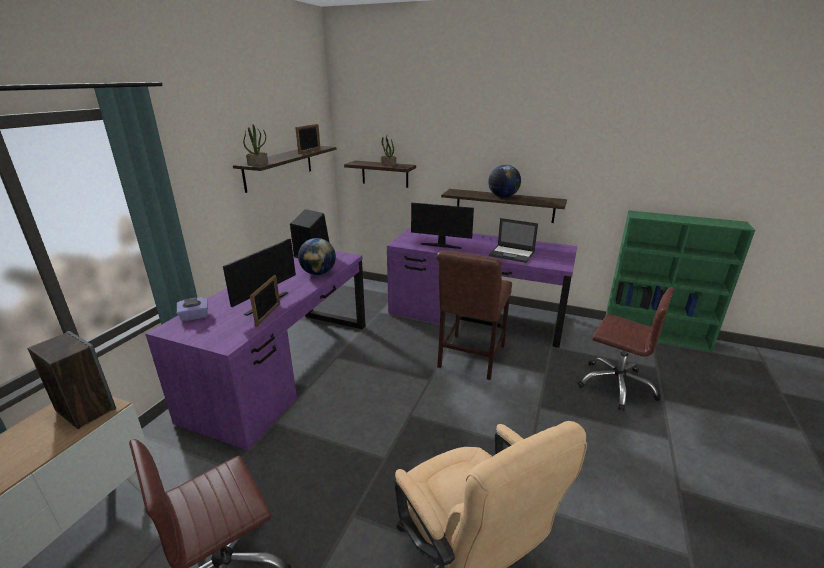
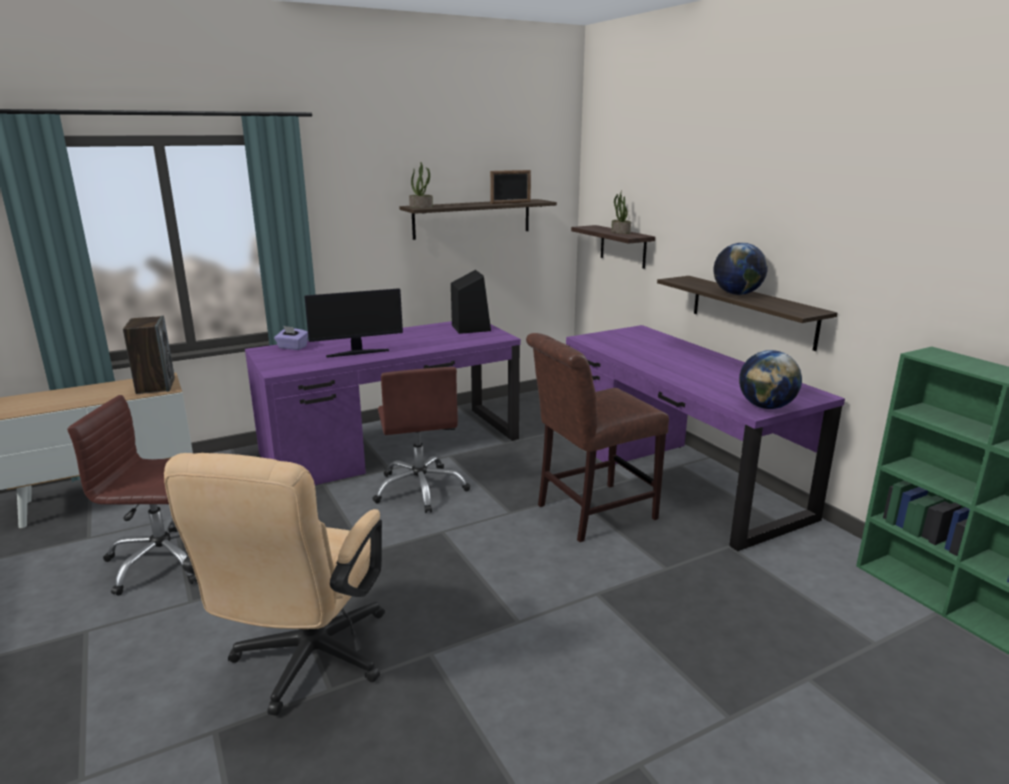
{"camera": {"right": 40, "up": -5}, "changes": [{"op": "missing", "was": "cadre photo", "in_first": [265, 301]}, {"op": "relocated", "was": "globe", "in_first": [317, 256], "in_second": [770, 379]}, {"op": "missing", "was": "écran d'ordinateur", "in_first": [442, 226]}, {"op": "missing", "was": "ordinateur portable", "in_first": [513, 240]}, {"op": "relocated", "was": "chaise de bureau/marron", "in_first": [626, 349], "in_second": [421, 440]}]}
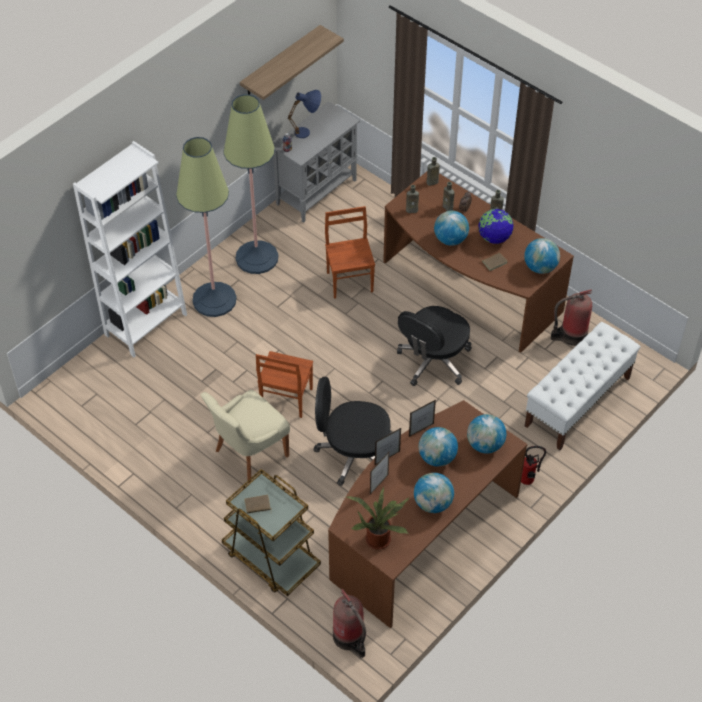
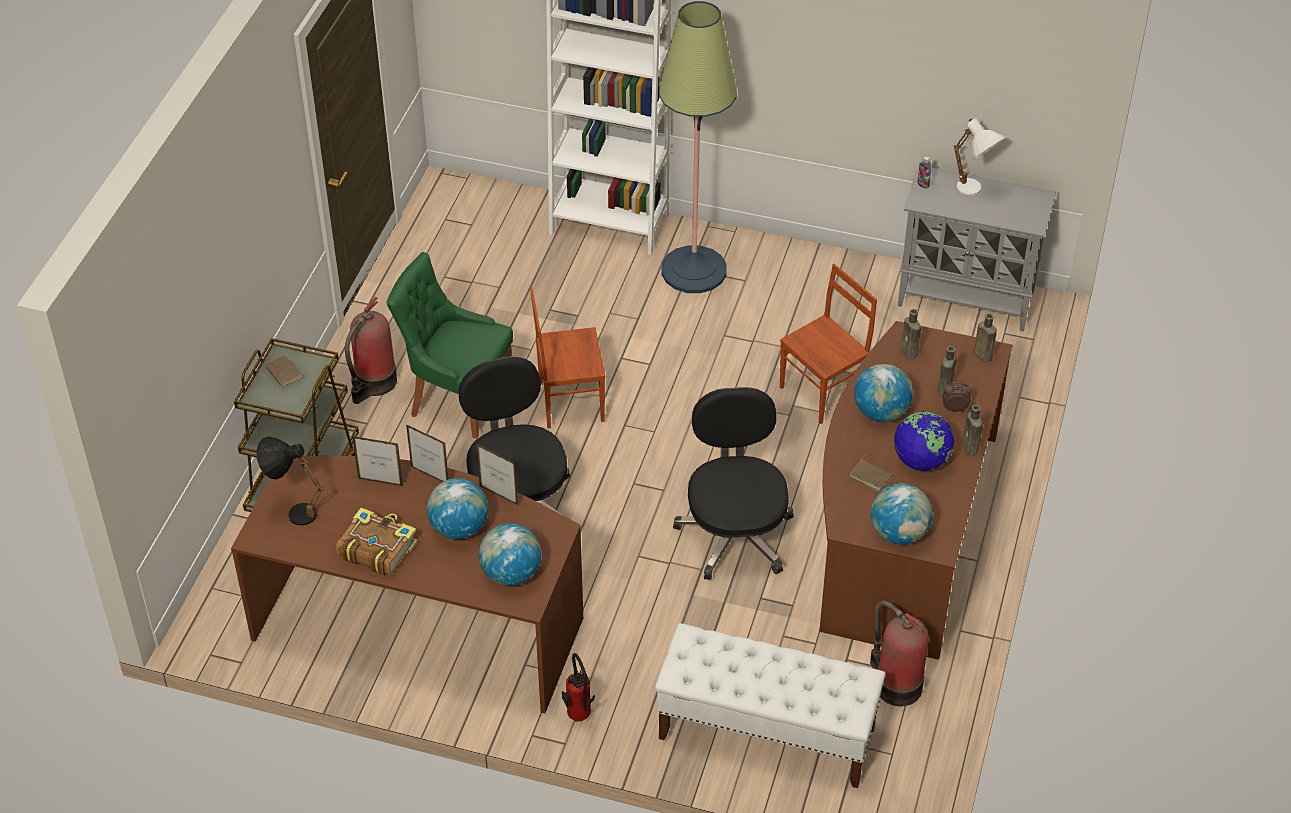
{"camera": {"right": 65, "up": -5}, "changes": [{"op": "colour", "was": "chaise/beige", "now": "chaise/vert", "in_first": [245, 436], "in_second": [450, 345]}, {"op": "missing", "was": "lampadaire", "in_first": [250, 184]}, {"op": "missing", "was": "étagère", "in_first": [292, 62]}, {"op": "colour", "was": "lampe de table/bleu", "now": "lampe de table/blanc", "in_first": [304, 114], "in_second": [979, 156]}, {"op": "relocated", "was": "extincteur", "in_first": [349, 623], "in_second": [371, 350]}, {"op": "exchanged", "was": "plante en pot", "now": "lampe de table/noir", "in_first": [378, 518], "in_second": [290, 481]}, {"op": "spun", "was": "chaise de bureau/noir", "in_first": [434, 346], "in_second": [733, 483], "clockwise": 75}, {"op": "exchanged", "was": "globe", "now": "livre", "in_first": [434, 493], "in_second": [377, 542]}]}
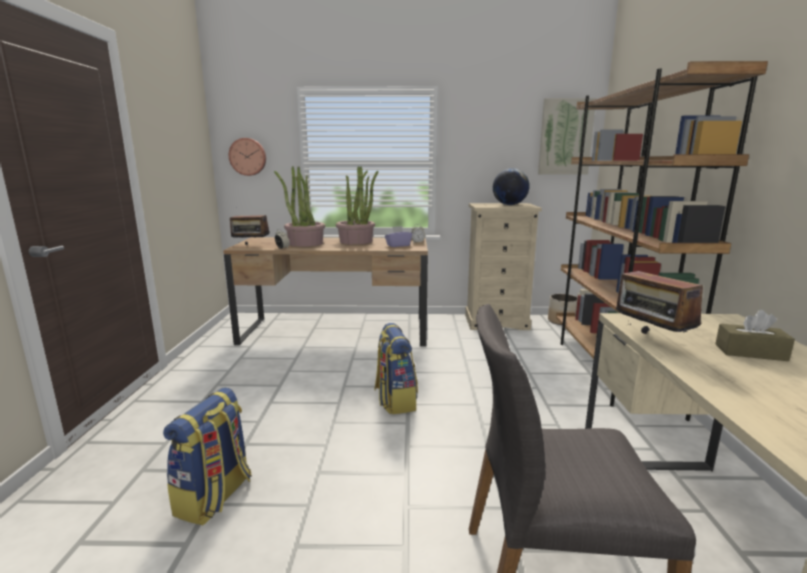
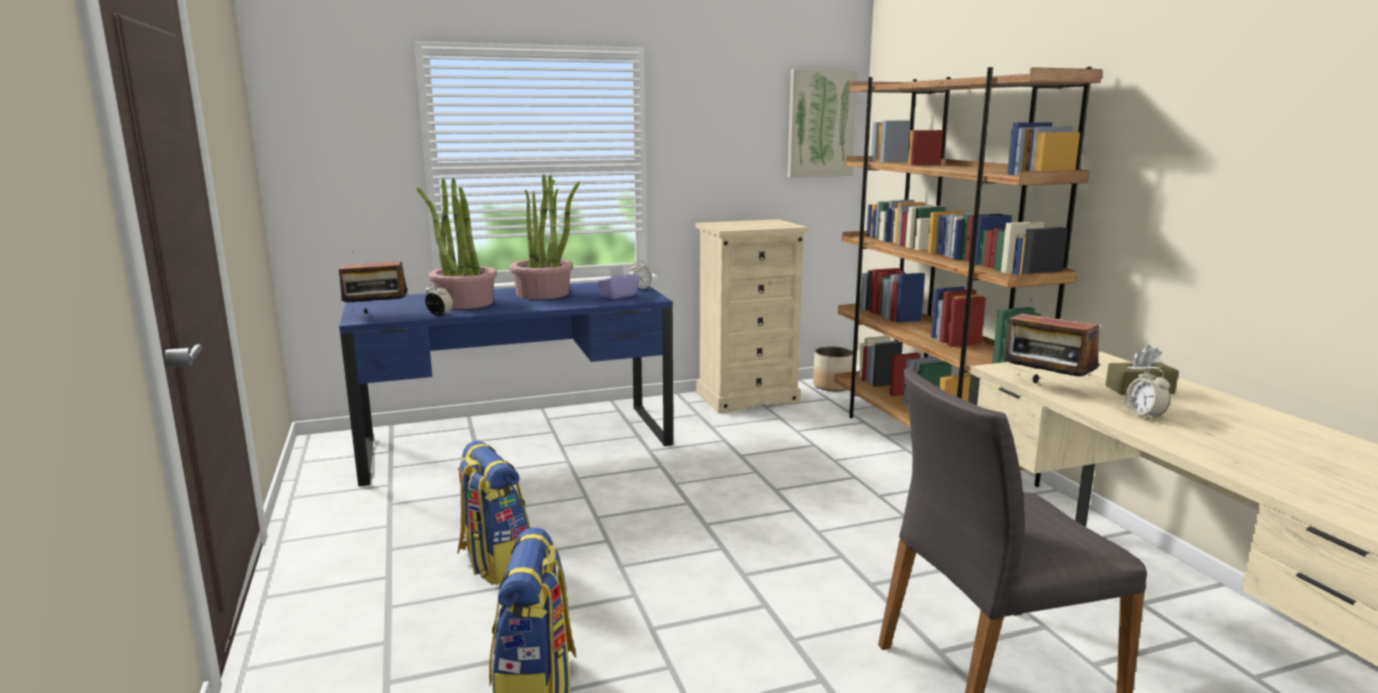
{"camera": {"right": -20, "up": 0}, "changes": [{"op": "colour", "was": "bureau/marron", "now": "bureau/bleu", "in_first": [325, 292], "in_second": [506, 384]}, {"op": "missing", "was": "horloge murale", "in_first": [247, 157]}, {"op": "relocated", "was": "sac à dos", "in_first": [396, 368], "in_second": [493, 513]}, {"op": "missing", "was": "globe", "in_first": [511, 186]}, {"op": "appeared", "now": "réveil", "in_second": [1148, 393]}]}
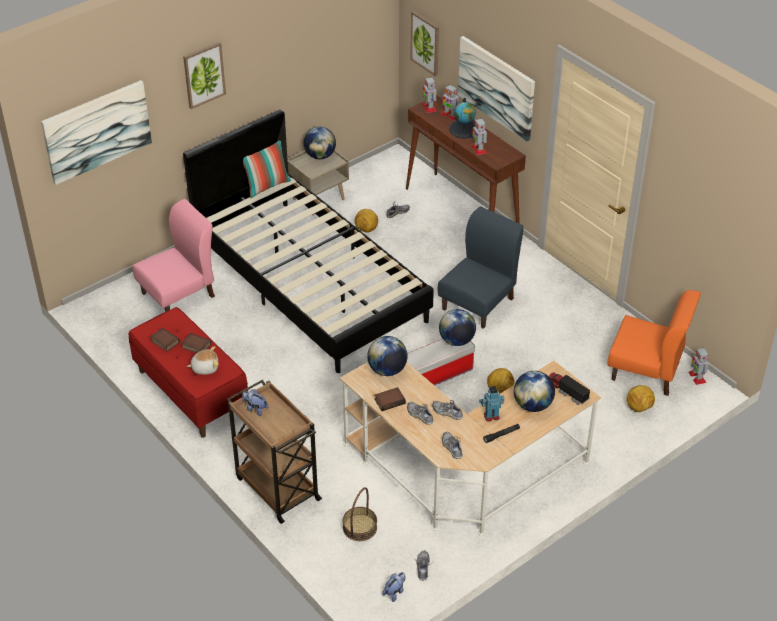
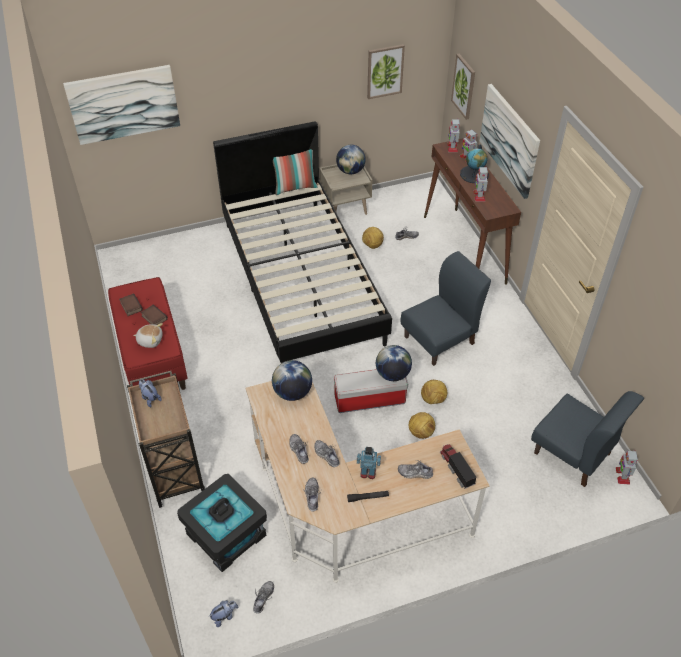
{"camera": {"right": 20, "up": 5}, "changes": [{"op": "missing", "was": "chaise/rose", "in_first": [173, 255]}, {"op": "relocated", "was": "tableau", "in_first": [204, 75], "in_second": [386, 71]}, {"op": "exchanged", "was": "panier", "now": "boîte de rangement/noir", "in_first": [360, 514], "in_second": [222, 523]}, {"op": "missing", "was": "livre", "in_first": [390, 399]}, {"op": "exchanged", "was": "globe", "now": "chaussure", "in_first": [534, 391], "in_second": [415, 469]}, {"op": "colour", "was": "chaise/orange", "now": "chaise/bleu", "in_first": [654, 343], "in_second": [587, 439]}, {"op": "relocated", "was": "ballon de foot", "in_first": [640, 398], "in_second": [434, 392]}]}
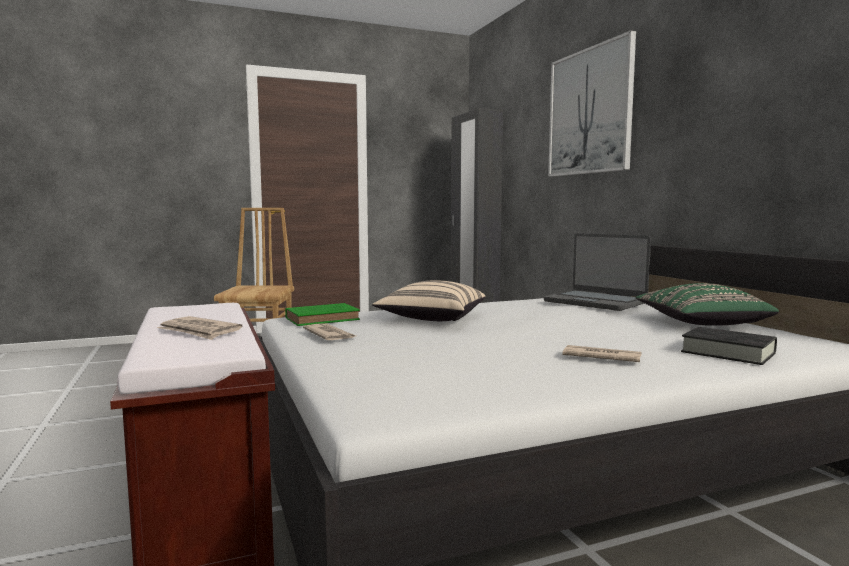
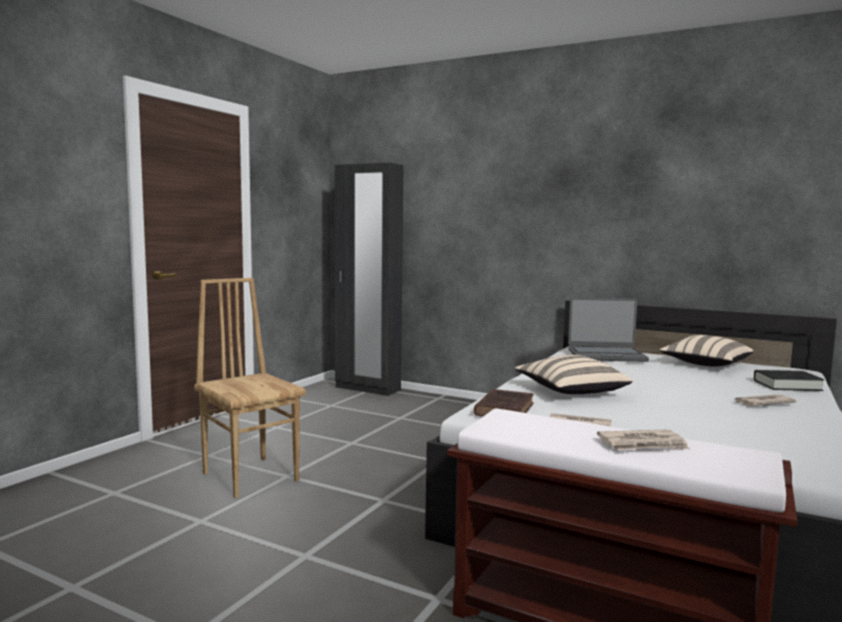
{"camera": {"right": -40, "up": 0}, "changes": [{"op": "colour", "was": "livre/vert", "now": "livre/marron", "in_first": [322, 314], "in_second": [504, 403]}, {"op": "missing", "was": "tableau", "in_first": [592, 103]}, {"op": "colour", "was": "coussin/vert", "now": "coussin/beige", "in_first": [707, 304], "in_second": [706, 350]}]}
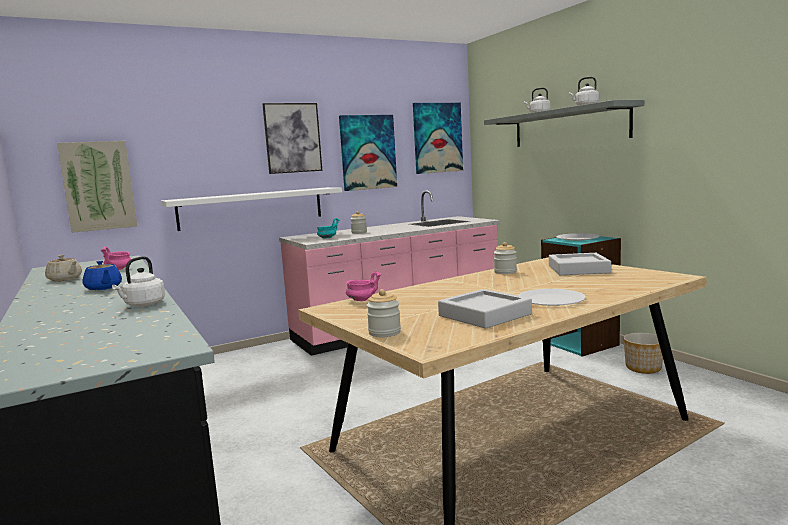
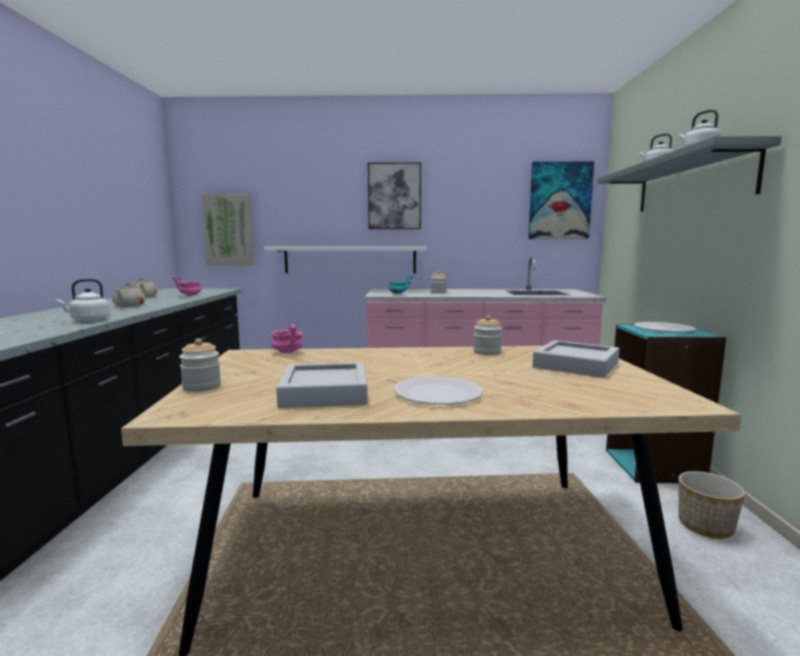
{"camera": {"right": 30, "up": 0}, "changes": [{"op": "colour", "was": "théière/bleu", "now": "théière/beige", "in_first": [102, 275], "in_second": [129, 295]}, {"op": "missing", "was": "tableau", "in_first": [368, 153]}]}
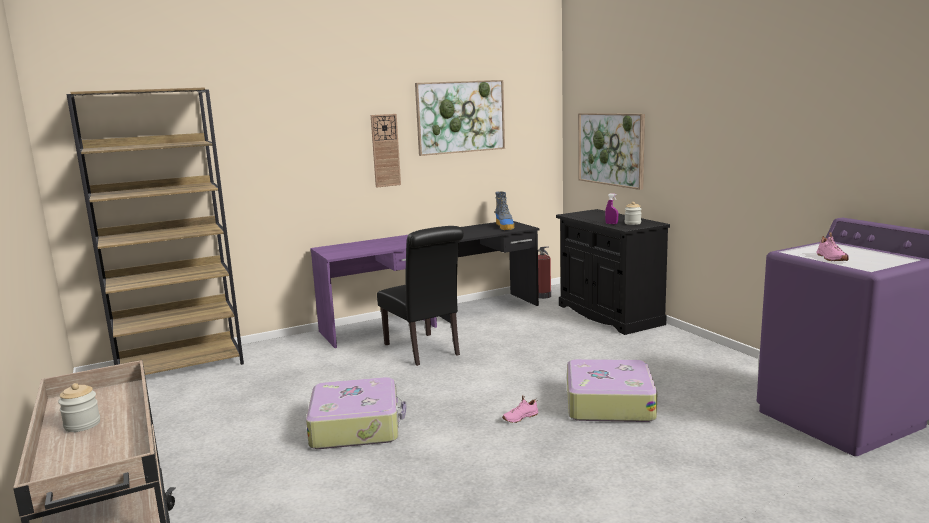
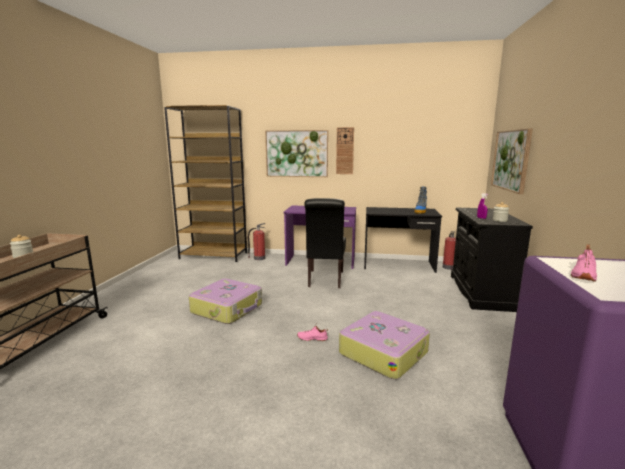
{"camera": {"right": 35, "up": 0}, "changes": [{"op": "relocated", "was": "tableau", "in_first": [460, 118], "in_second": [296, 153]}, {"op": "appeared", "now": "extincteur", "in_second": [256, 241]}]}
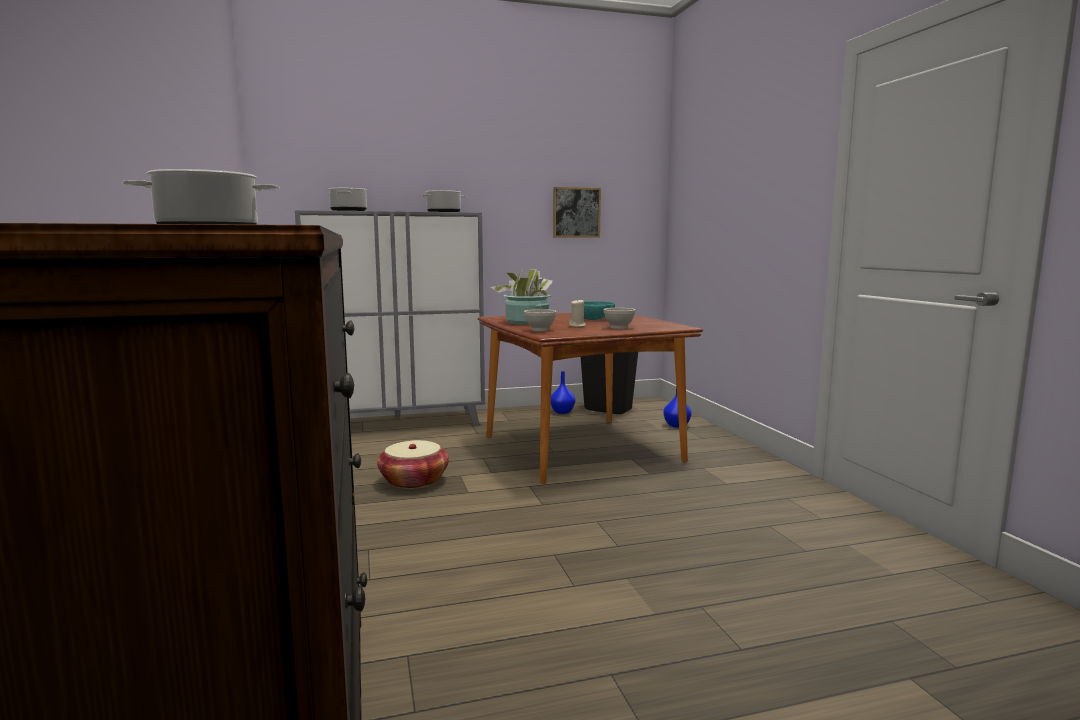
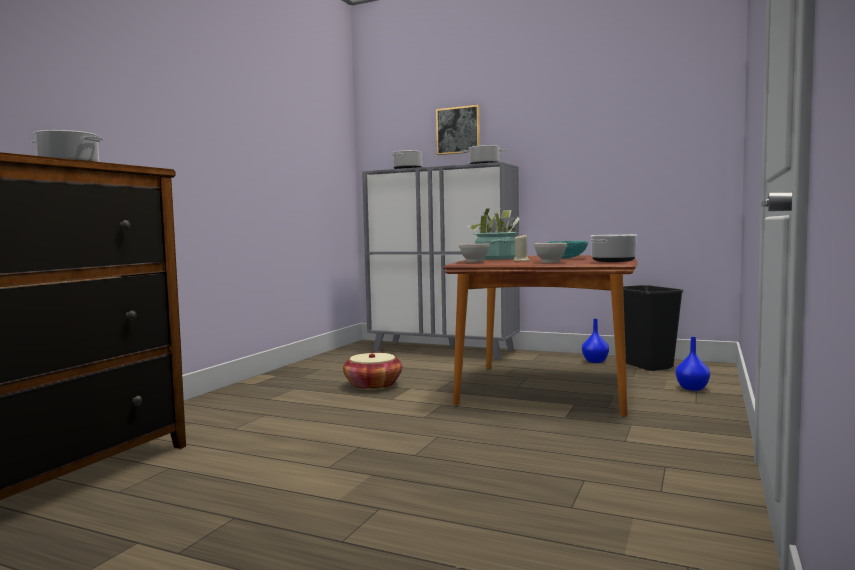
{"camera": {"right": 40, "up": -5}, "changes": [{"op": "relocated", "was": "tableau", "in_first": [577, 212], "in_second": [458, 130]}, {"op": "appeared", "now": "marmite", "in_second": [613, 248]}]}
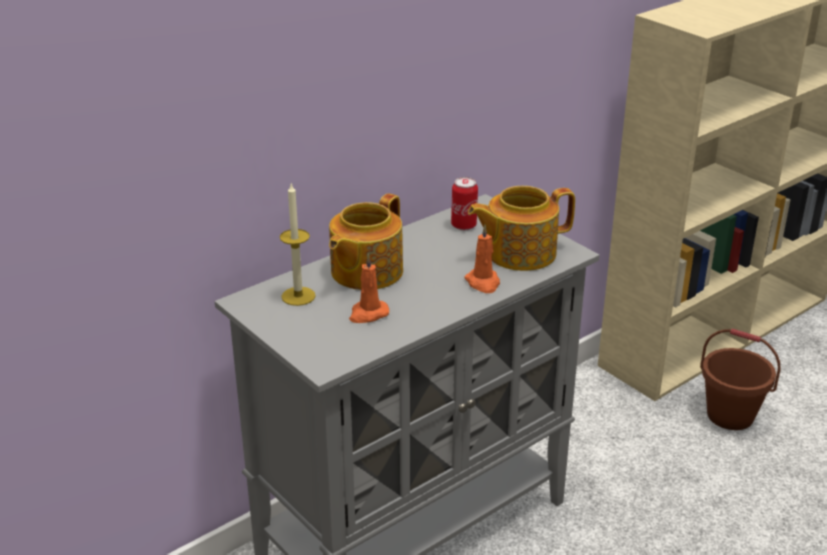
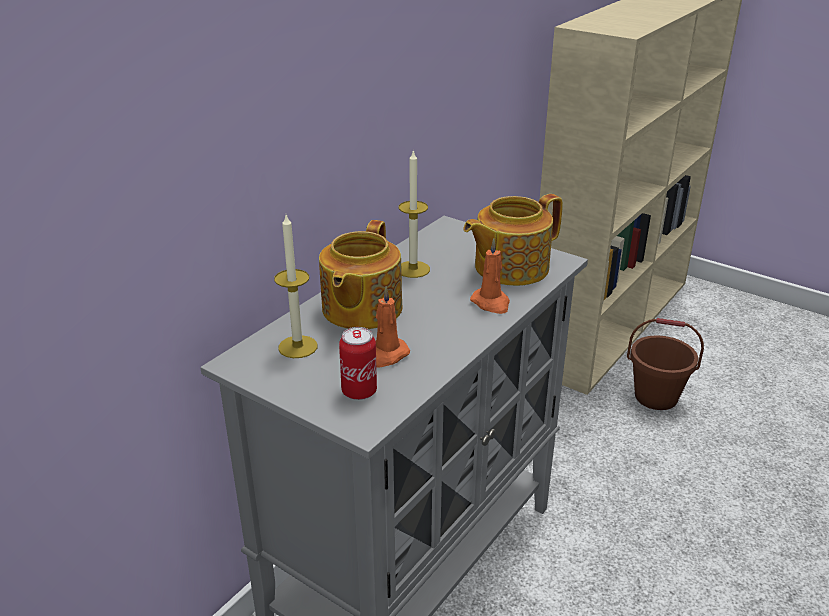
{"camera": {"right": -15, "up": 0}, "changes": [{"op": "relocated", "was": "boîte métallique", "in_first": [464, 203], "in_second": [358, 363]}, {"op": "appeared", "now": "bougie", "in_second": [414, 213]}]}
